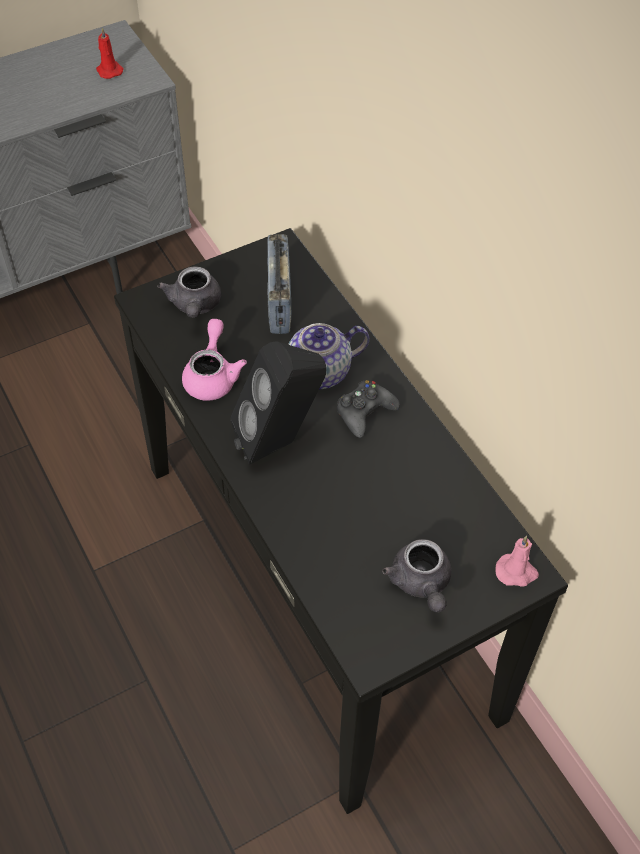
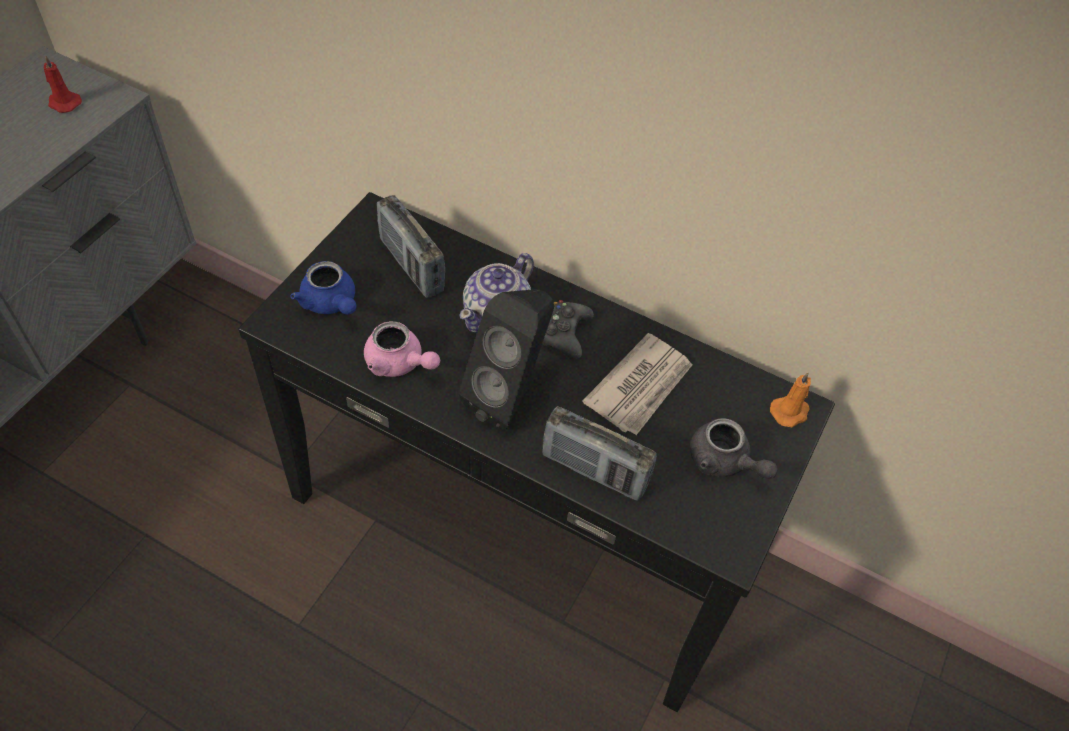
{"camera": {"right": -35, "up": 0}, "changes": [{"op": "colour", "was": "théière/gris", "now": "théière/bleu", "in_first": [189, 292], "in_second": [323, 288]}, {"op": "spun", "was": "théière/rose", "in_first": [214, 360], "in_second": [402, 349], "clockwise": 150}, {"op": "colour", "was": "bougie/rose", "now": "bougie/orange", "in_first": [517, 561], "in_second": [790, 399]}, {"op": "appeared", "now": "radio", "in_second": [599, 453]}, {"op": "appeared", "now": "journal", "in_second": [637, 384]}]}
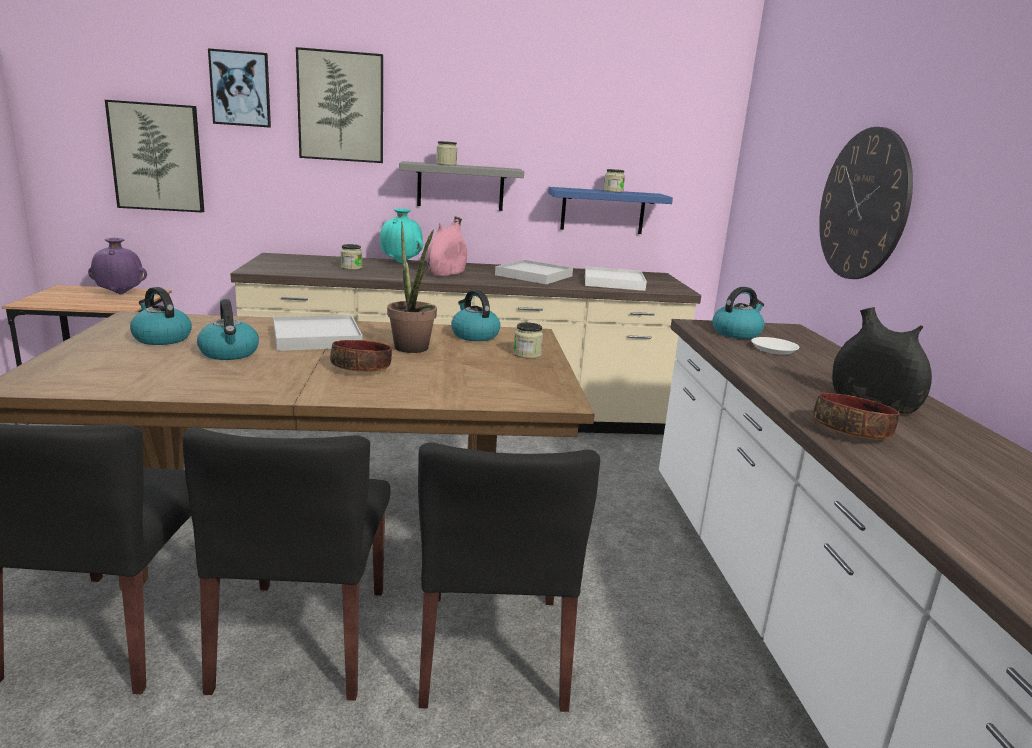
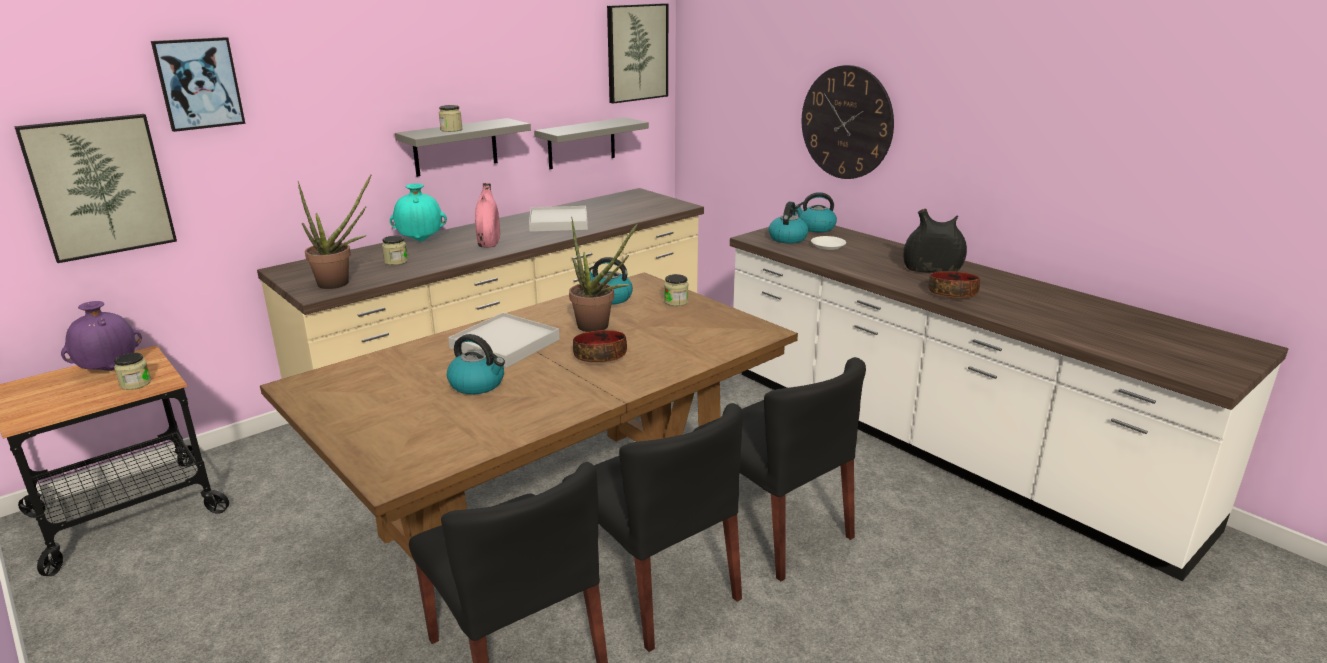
{"camera": {"right": -35, "up": 5}, "changes": [{"op": "relocated", "was": "bouilloire", "in_first": [161, 316], "in_second": [816, 212]}, {"op": "relocated", "was": "tableau", "in_first": [339, 105], "in_second": [637, 53]}, {"op": "colour", "was": "étagère/bleu", "now": "étagère/gris", "in_first": [610, 210], "in_second": [591, 143]}, {"op": "missing", "was": "plateau/blanc", "in_first": [616, 278]}, {"op": "relocated", "was": "bocal", "in_first": [614, 180], "in_second": [132, 371]}, {"op": "appeared", "now": "plante en pot", "in_second": [335, 231]}]}
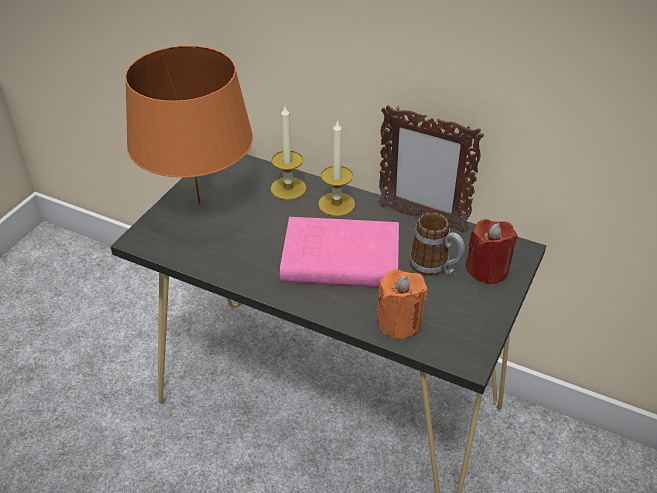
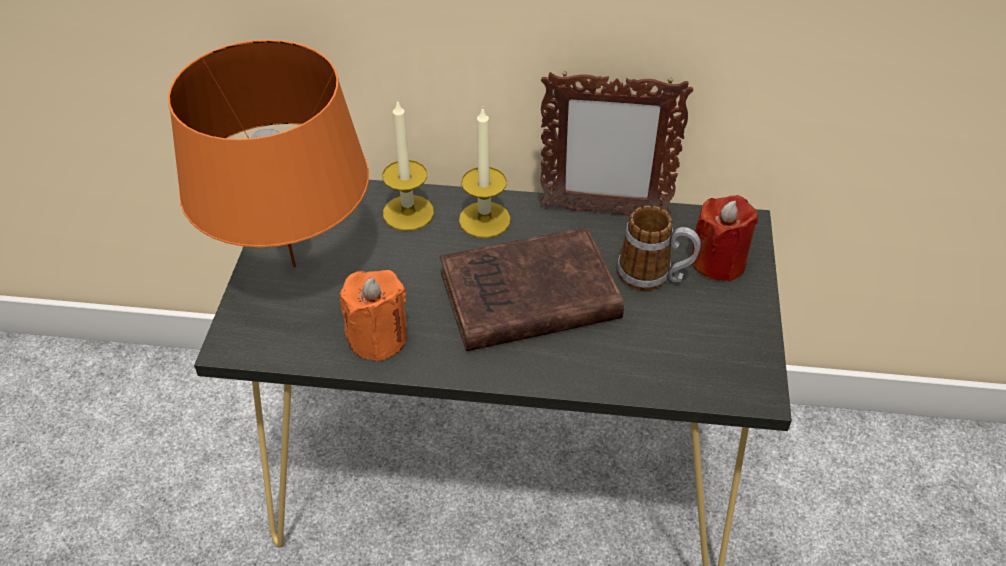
{"camera": {"right": -20, "up": 5}, "changes": [{"op": "colour", "was": "livre/rose", "now": "livre/marron", "in_first": [339, 252], "in_second": [532, 289]}, {"op": "relocated", "was": "bougie/orange", "in_first": [402, 304], "in_second": [373, 316]}]}
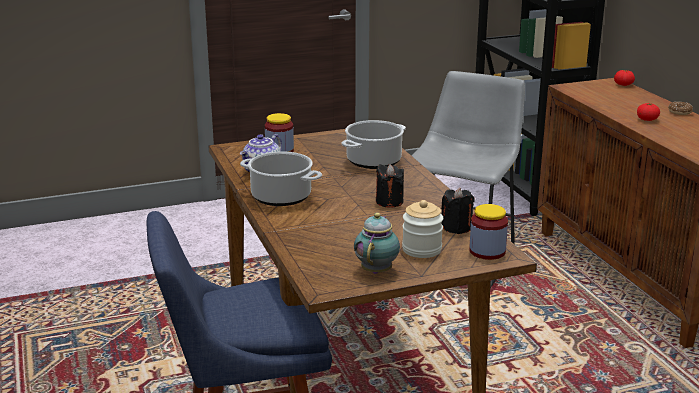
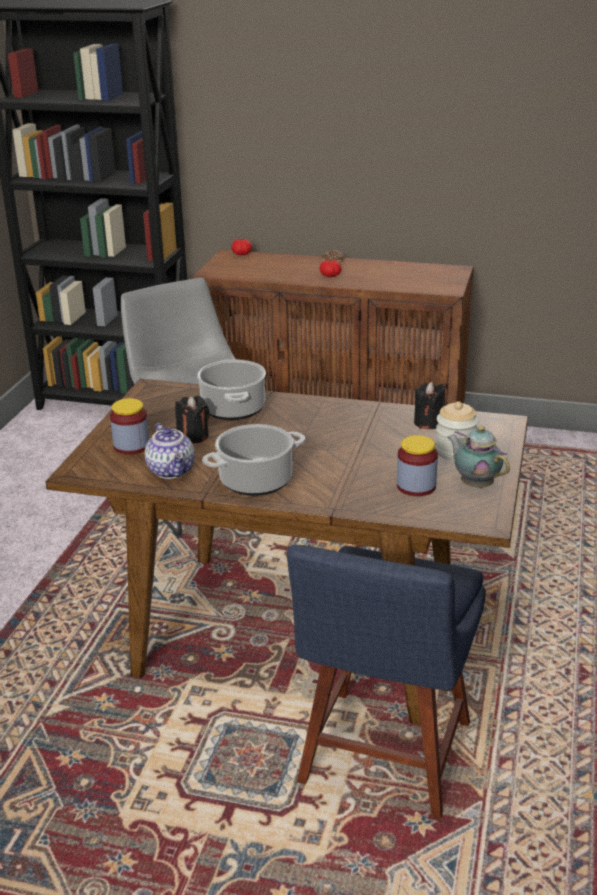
{"camera": {"right": -55, "up": 5}, "changes": [{"op": "relocated", "was": "bougie/noir", "in_first": [390, 186], "in_second": [192, 420]}, {"op": "relocated", "was": "bocal", "in_first": [489, 232], "in_second": [417, 465]}]}
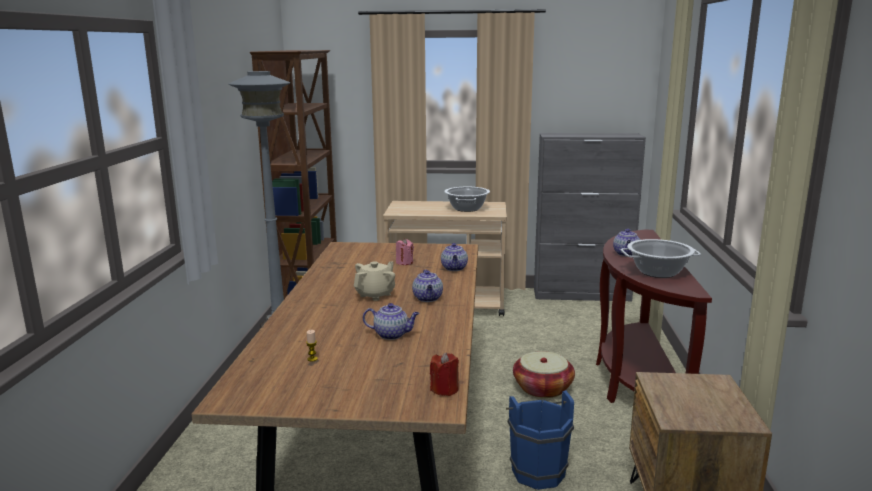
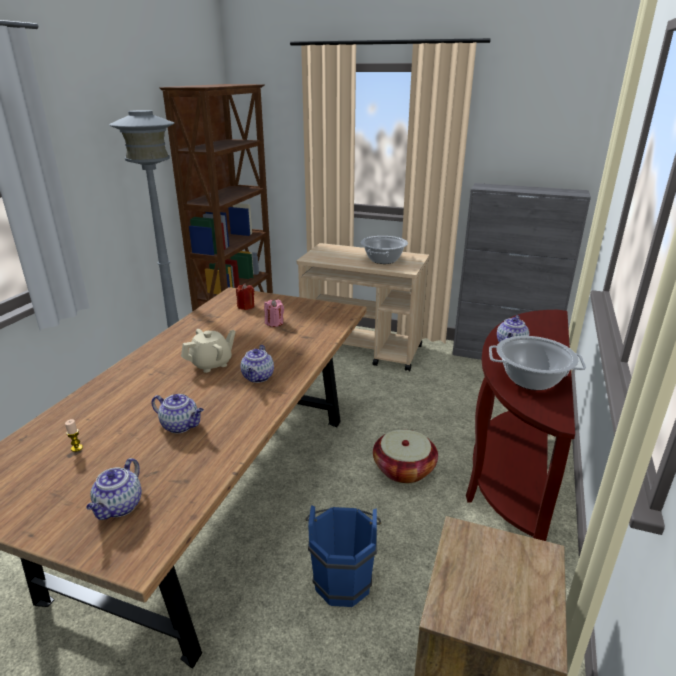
{"camera": {"right": 15, "up": 10}, "changes": [{"op": "relocated", "was": "bougie/rouge", "in_first": [444, 374], "in_second": [245, 297]}, {"op": "relocated", "was": "théière", "in_first": [454, 257], "in_second": [114, 489]}]}
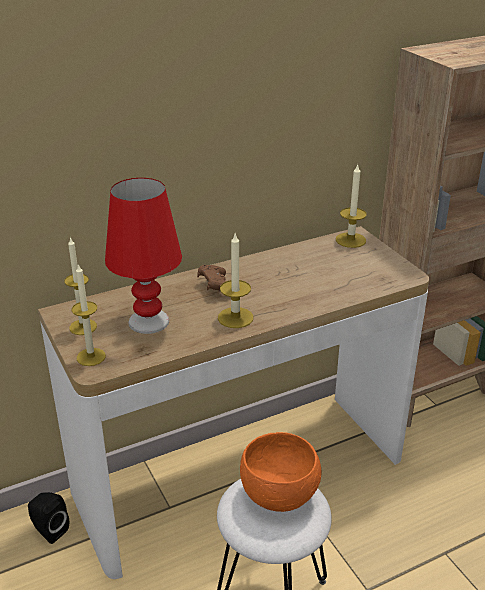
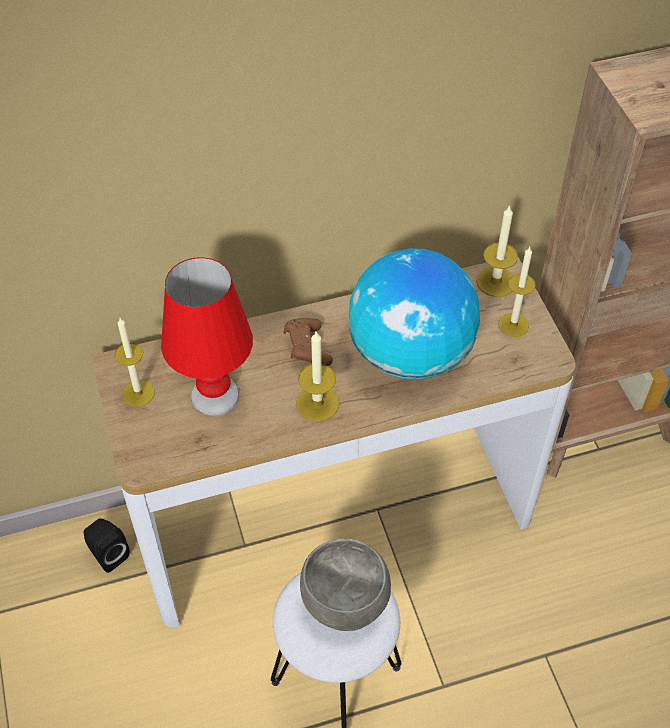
{"camera": {"right": 10, "up": 20}, "changes": [{"op": "relocated", "was": "bougie", "in_first": [89, 315], "in_second": [517, 292]}, {"op": "colour", "was": "bol/orange", "now": "bol/gris", "in_first": [281, 472], "in_second": [345, 584]}, {"op": "appeared", "now": "globe", "in_second": [414, 314]}]}
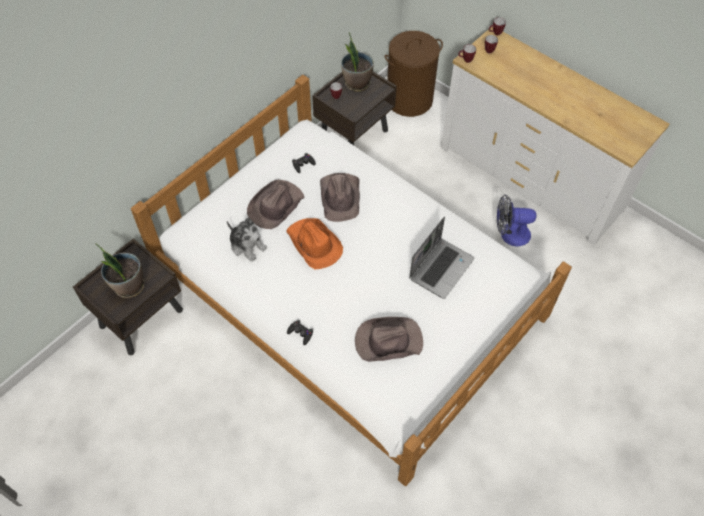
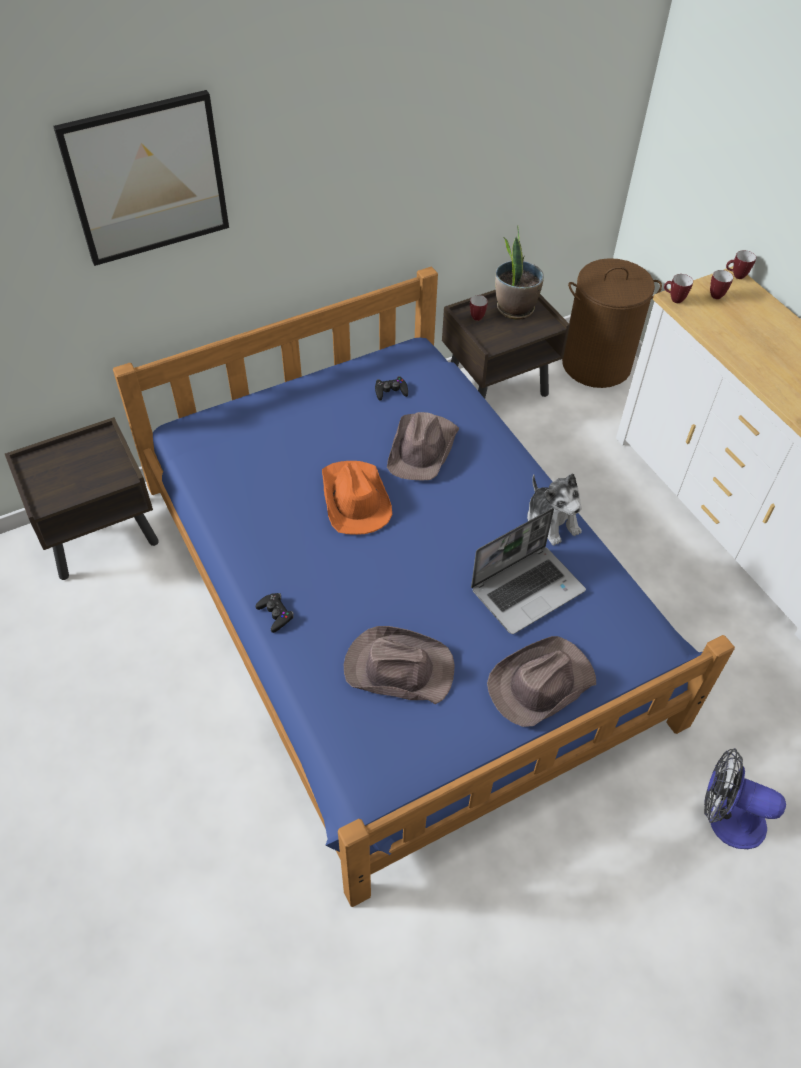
{"camera": {"right": 20, "up": -5}, "changes": [{"op": "missing", "was": "plante en pot", "in_first": [120, 270]}, {"op": "colour", "was": "lit/blanc", "now": "lit/bleu", "in_first": [351, 280], "in_second": [424, 587]}, {"op": "relocated", "was": "peluche", "in_first": [247, 240], "in_second": [554, 509]}, {"op": "relocated", "was": "chapeau/marron", "in_first": [276, 204], "in_second": [541, 681]}, {"op": "relocated", "was": "ventilateur", "in_first": [517, 220], "in_second": [745, 798]}, {"op": "appeared", "now": "tableau", "in_second": [141, 178]}]}
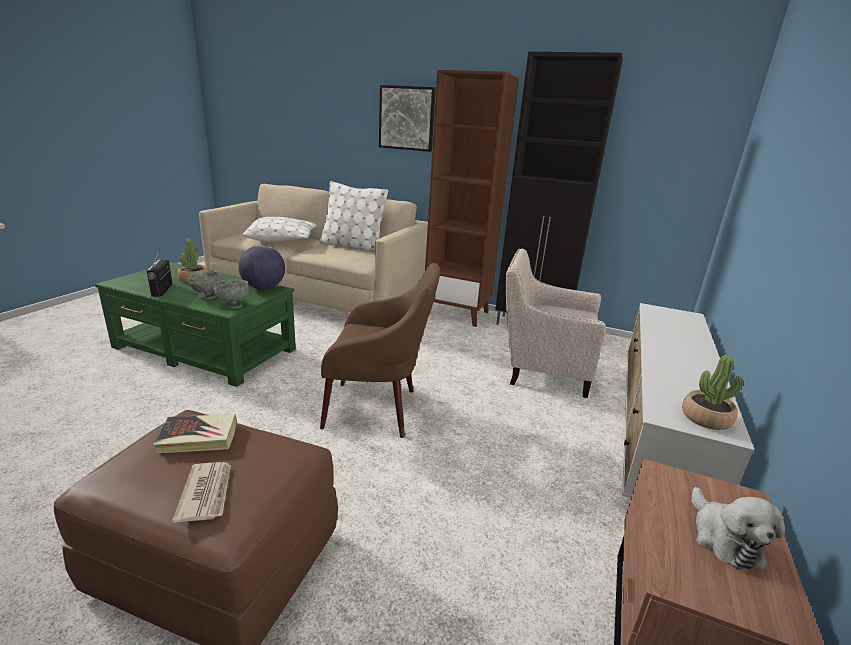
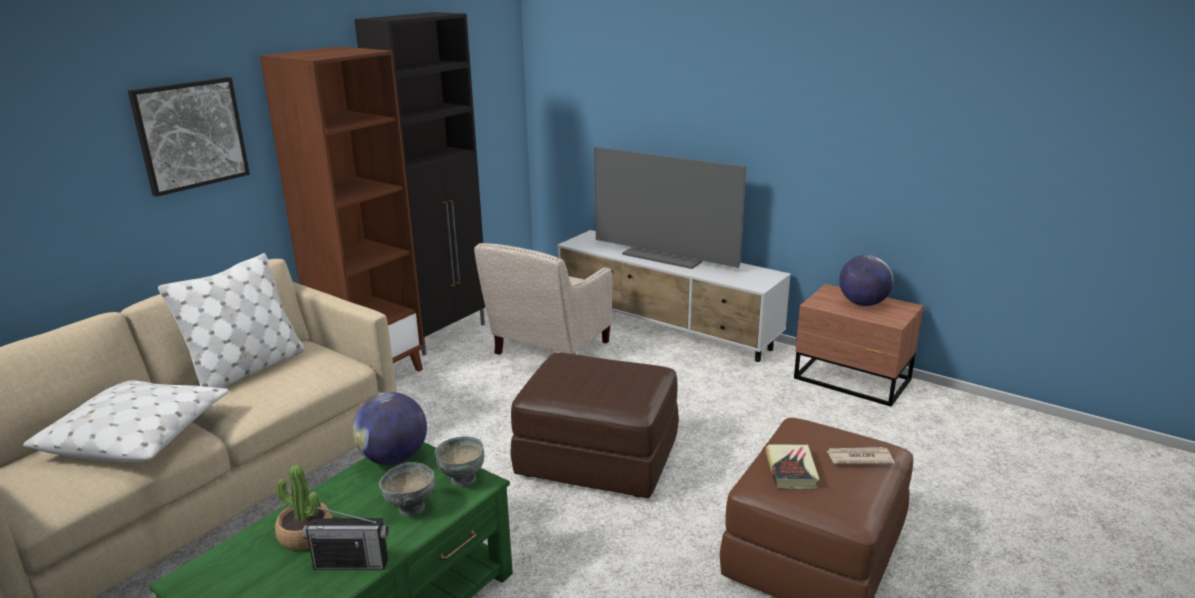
{"camera": {"right": -75, "up": 0}, "changes": [{"op": "exchanged", "was": "fauteuil/marron", "now": "pouf/marron", "in_first": [380, 350], "in_second": [594, 425]}, {"op": "missing", "was": "plante en pot", "in_first": [712, 392]}, {"op": "exchanged", "was": "peluche", "now": "globe", "in_first": [738, 528], "in_second": [866, 280]}, {"op": "appeared", "now": "téléviseur", "in_second": [670, 208]}]}
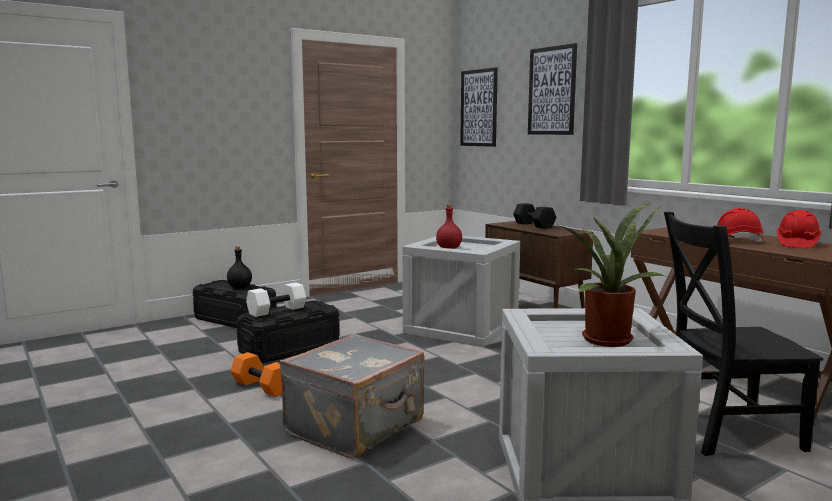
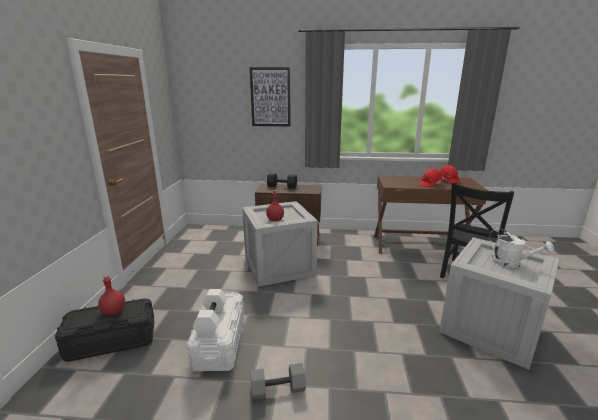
{"camera": {"right": -50, "up": 10}, "changes": [{"op": "colour", "was": "bouteille/noir", "now": "bouteille/rouge", "in_first": [239, 267], "in_second": [111, 295]}, {"op": "colour", "was": "haltère/orange", "now": "haltère/gris", "in_first": [256, 374], "in_second": [278, 381]}, {"op": "colour", "was": "boîte de rangement/noir", "now": "boîte de rangement/blanc", "in_first": [288, 332], "in_second": [215, 331]}, {"op": "missing", "was": "valise/gris", "in_first": [352, 396]}, {"op": "missing", "was": "tableau", "in_first": [479, 107]}, {"op": "exchanged", "was": "plante en pot", "now": "arrosoir/blanc", "in_first": [611, 274], "in_second": [521, 248]}]}
